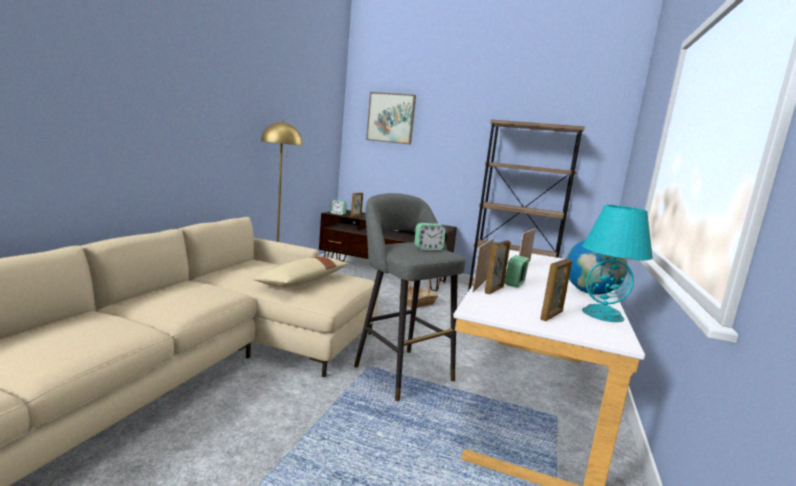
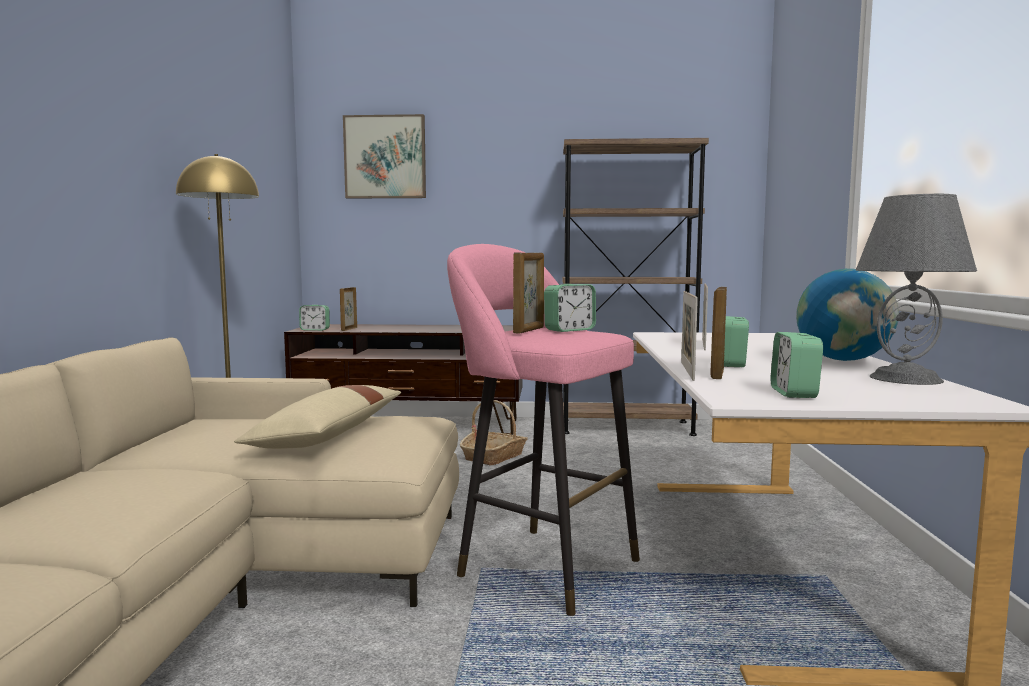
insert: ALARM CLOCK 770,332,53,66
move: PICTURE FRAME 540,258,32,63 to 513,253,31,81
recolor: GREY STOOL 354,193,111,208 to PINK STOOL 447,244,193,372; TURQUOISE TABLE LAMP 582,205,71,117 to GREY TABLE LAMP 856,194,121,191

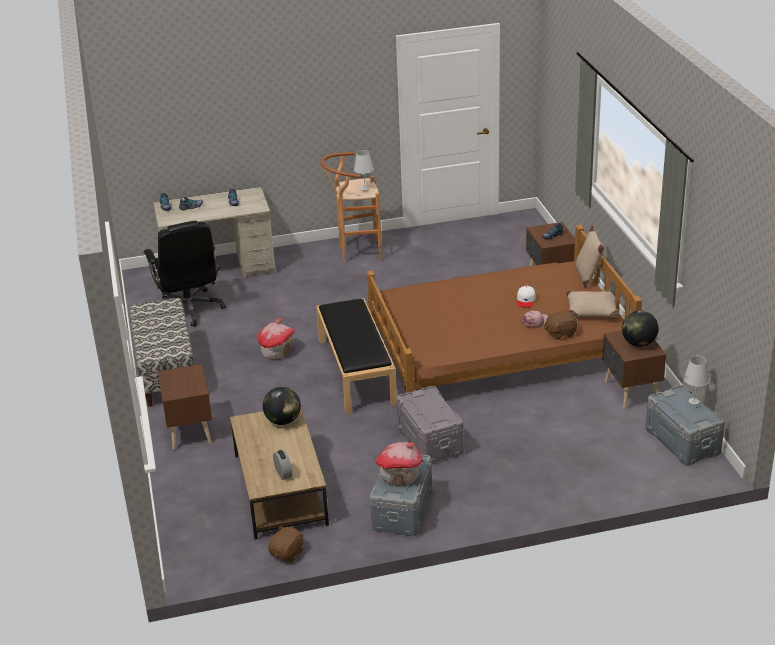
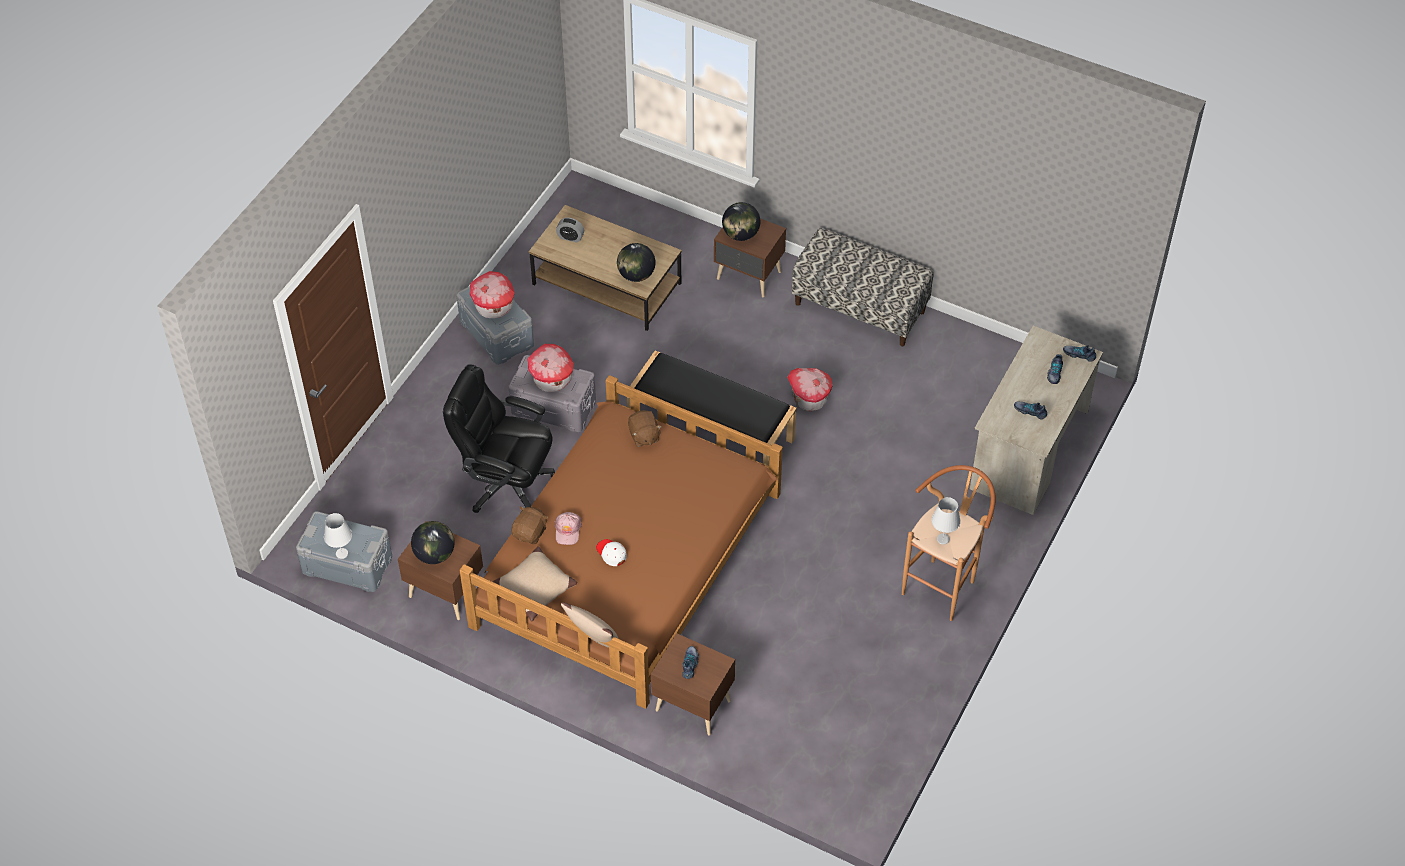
insert: TOY HOUSE 527,344,47,48; GLOBE 722,202,38,39
move: BLACK OFFICE CHAIR 144,221,82,106 to 443,364,112,149; BROWN PLUSH TOY 268,526,36,36 to 628,410,34,37

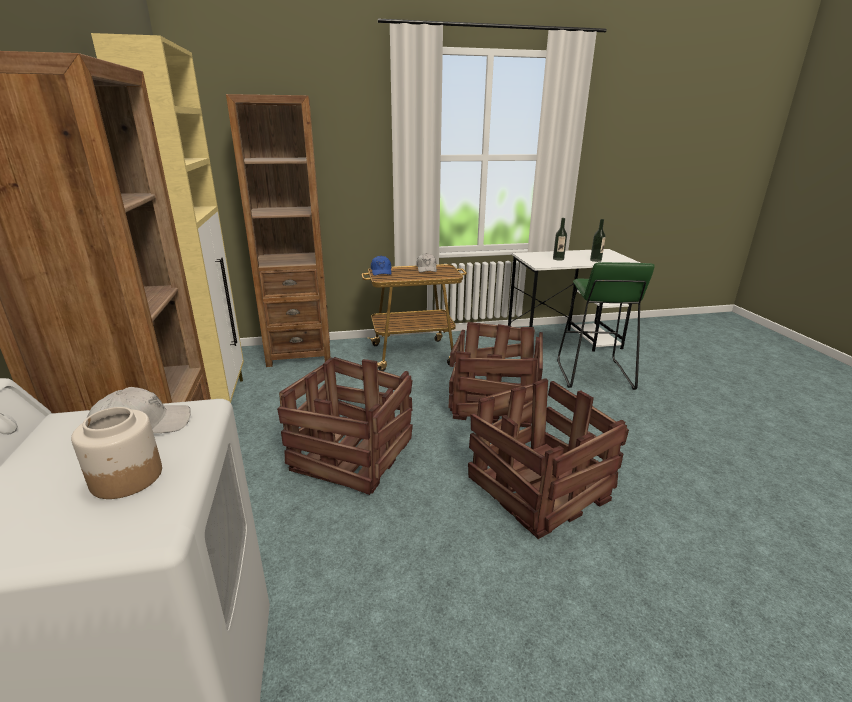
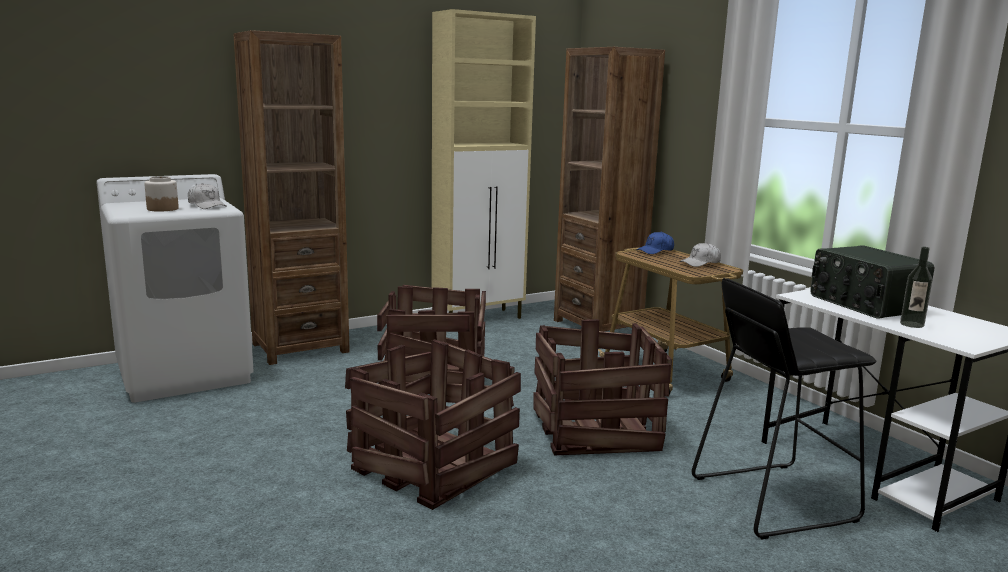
replace: BOTTLE 553,218,14,42 to RADIO 810,245,124,74
recolor: GREEN STOOL 557,262,97,128 to BLACK STOOL 692,278,184,261

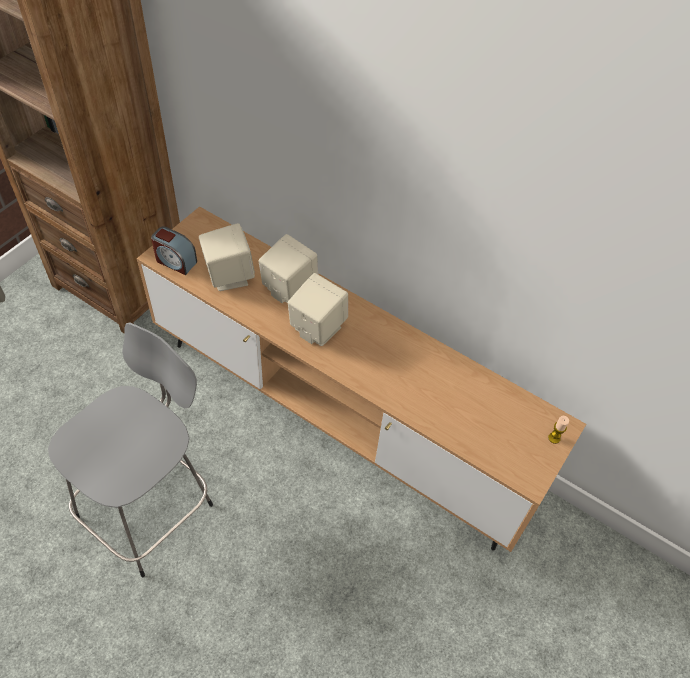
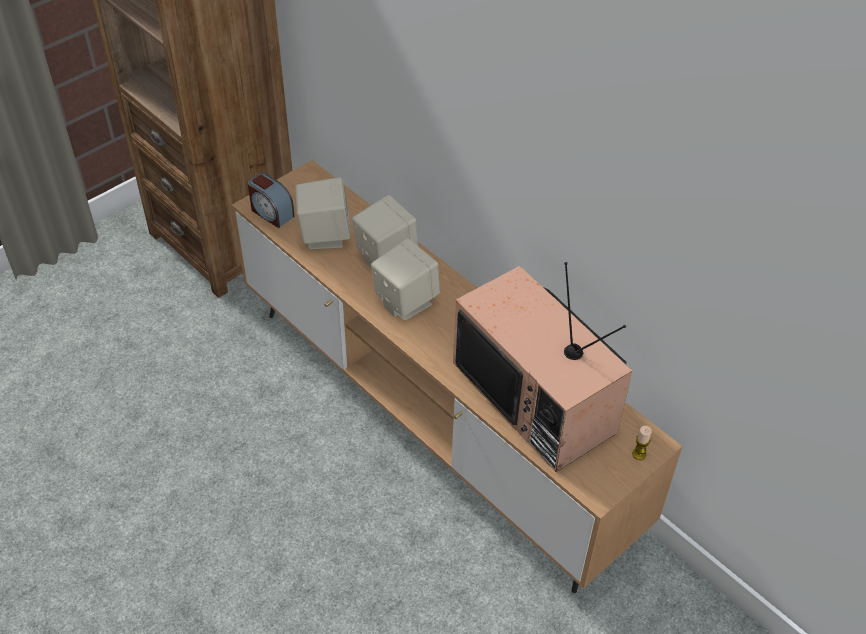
delete: GREY STOOL 48,322,165,255
insert: TELEVISION 453,262,179,210

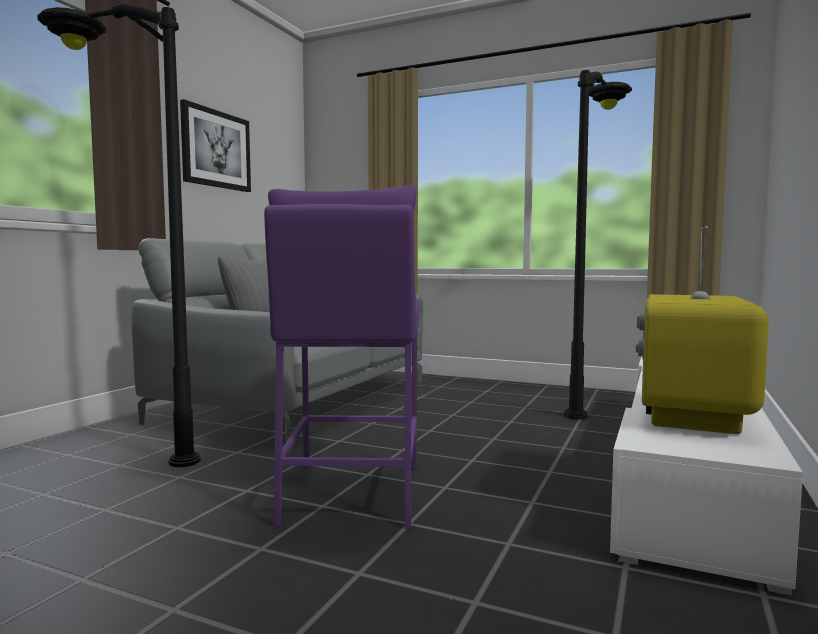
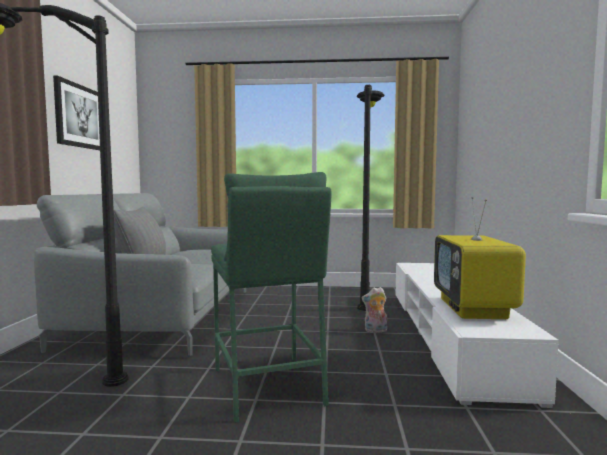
insert: PLUSH TOY 361,287,26,46
recolor: PURPLE STOOL 264,185,156,343 to GREEN STOOL 211,172,121,251

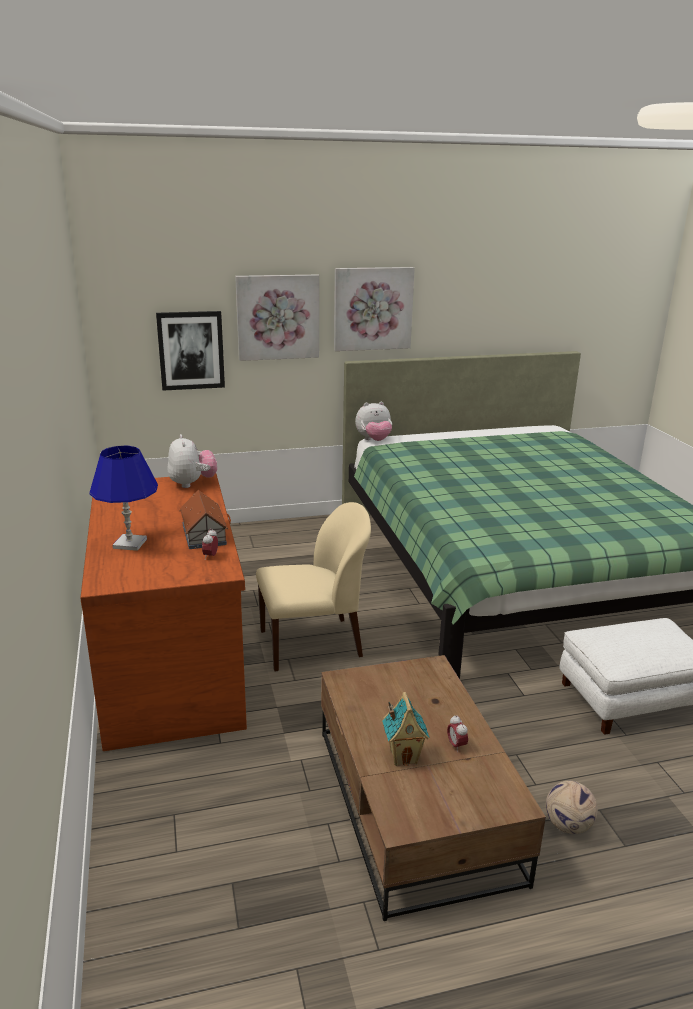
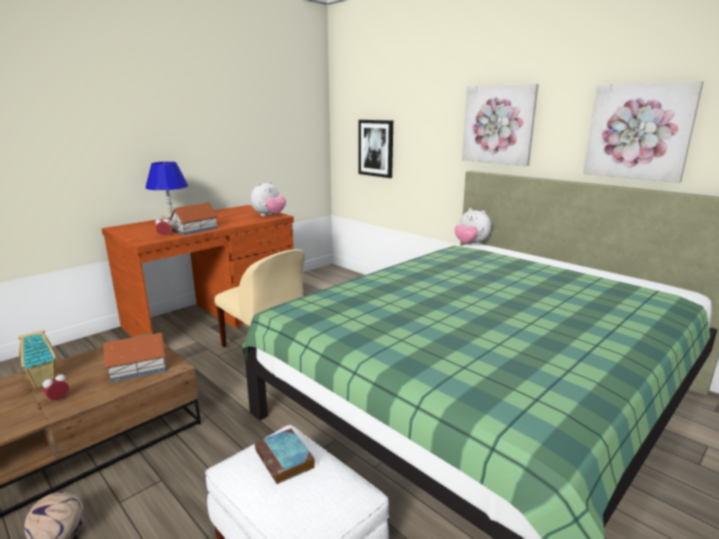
insert: TOY HOUSE 103,333,64,50; BOOK 255,428,60,56
move: PICTURE 235,275,84,86 to 583,81,120,102

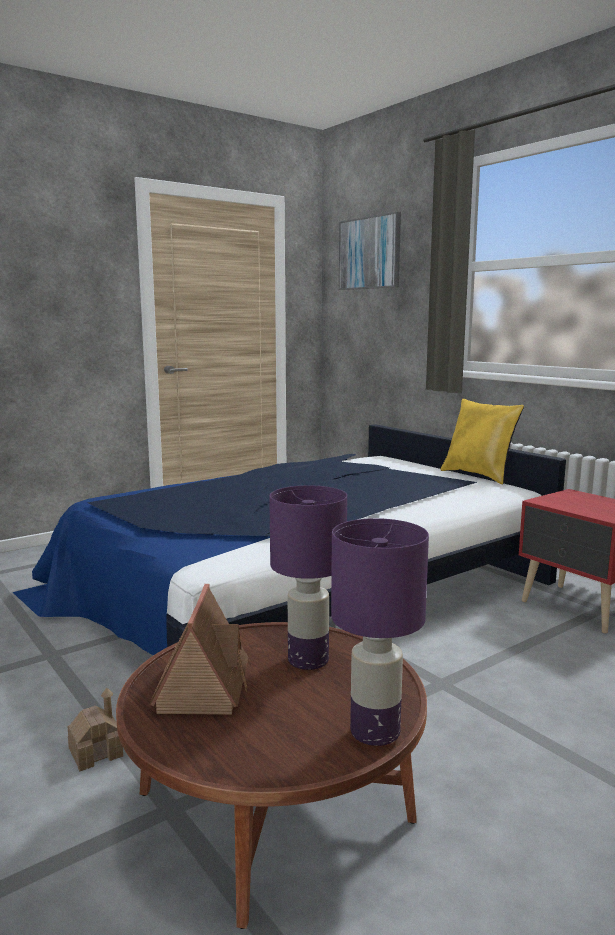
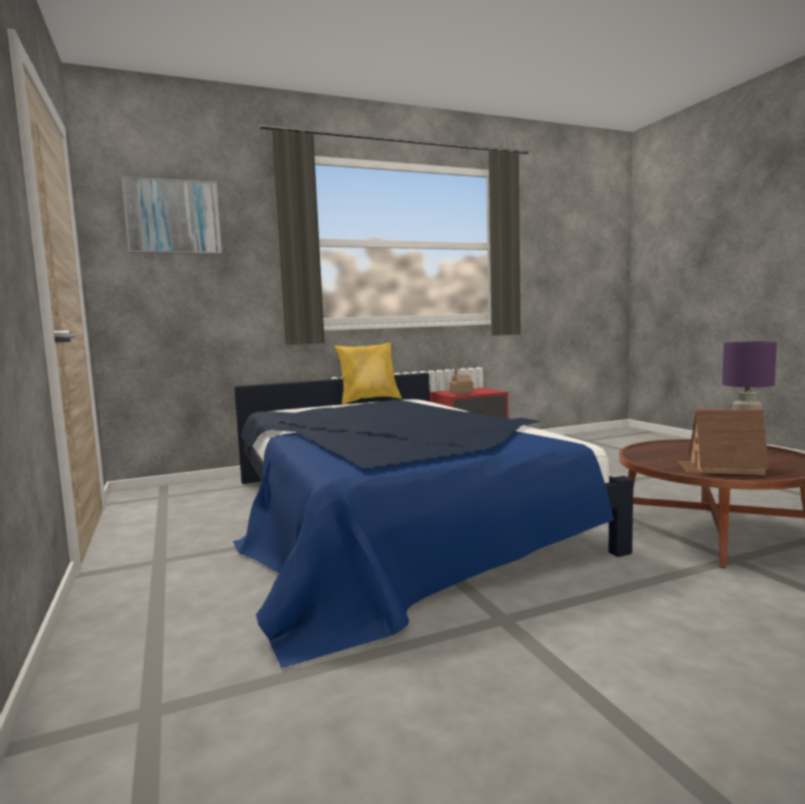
delete: PURPLE TABLE LAMP 269,485,78,185
move: TOY HOUSE 68,688,55,83 to 449,366,25,29

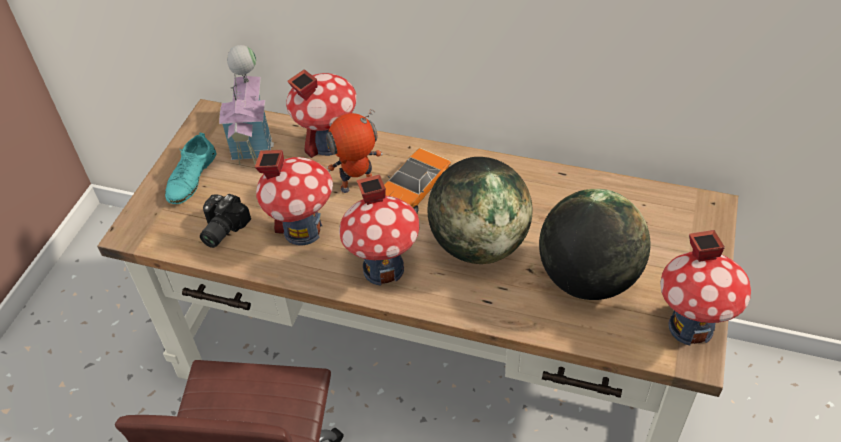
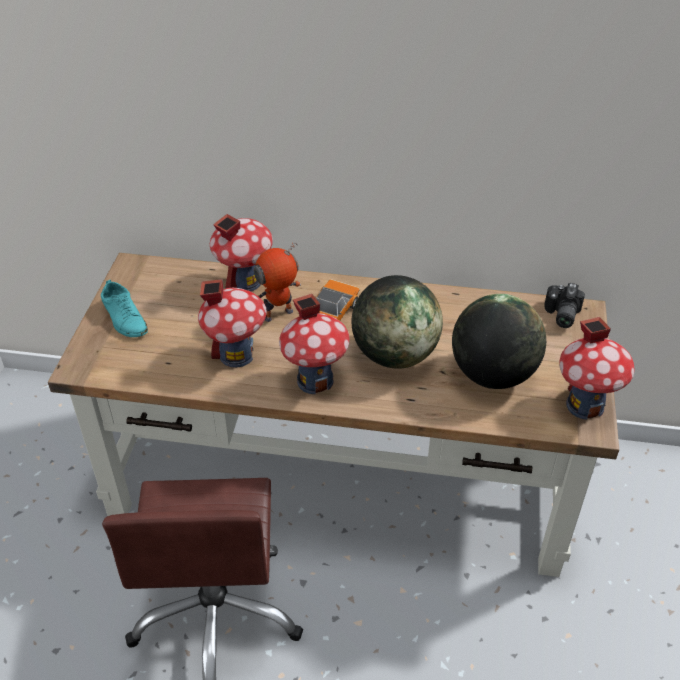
delete: TOY HOUSE 219,45,55,120
move: PHOTO CAMERA 200,194,51,54 to 544,283,41,45
rotate: TURQUOISE SHOE 165,132,52,72 = 101,279,47,58 45 degrees counterclockwise

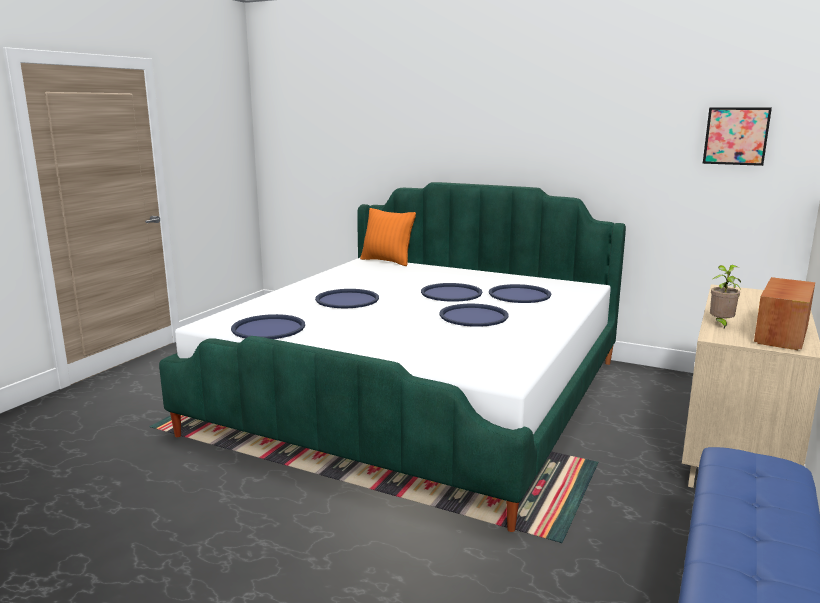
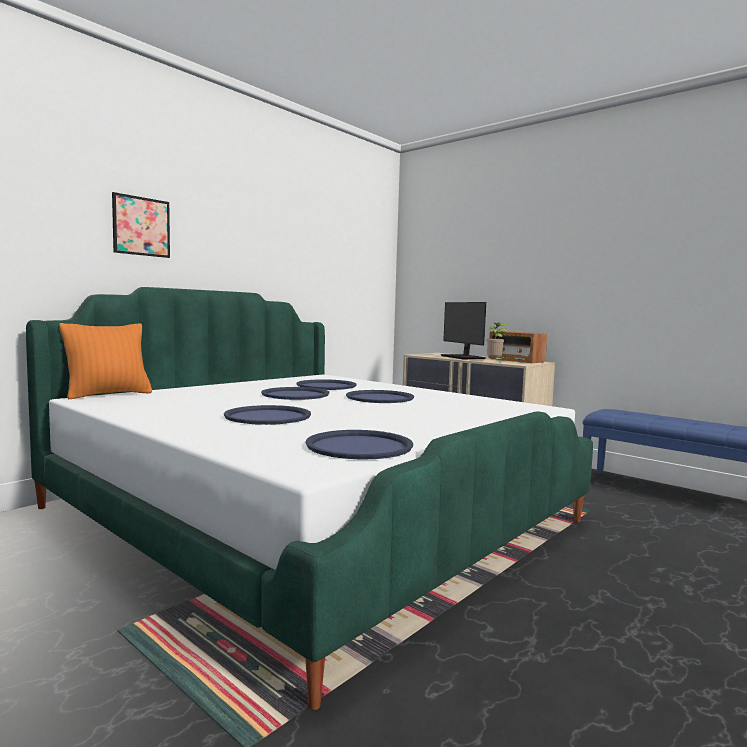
insert: MONITOR 441,302,45,57
move: PICTURE 703,107,69,59 to 112,192,58,66

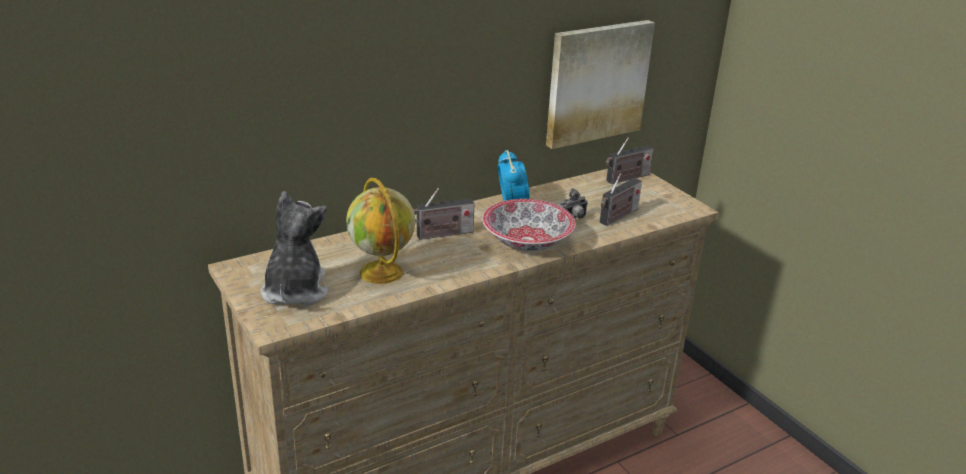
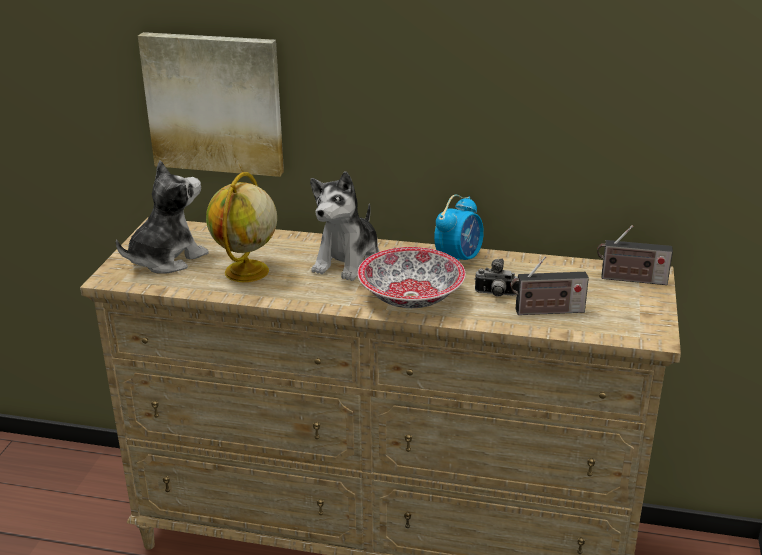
move: PICTURE 546,20,109,129 to 138,32,146,145
replace: RADIO 414,188,60,52 to PLUSH TOY 310,171,70,110

